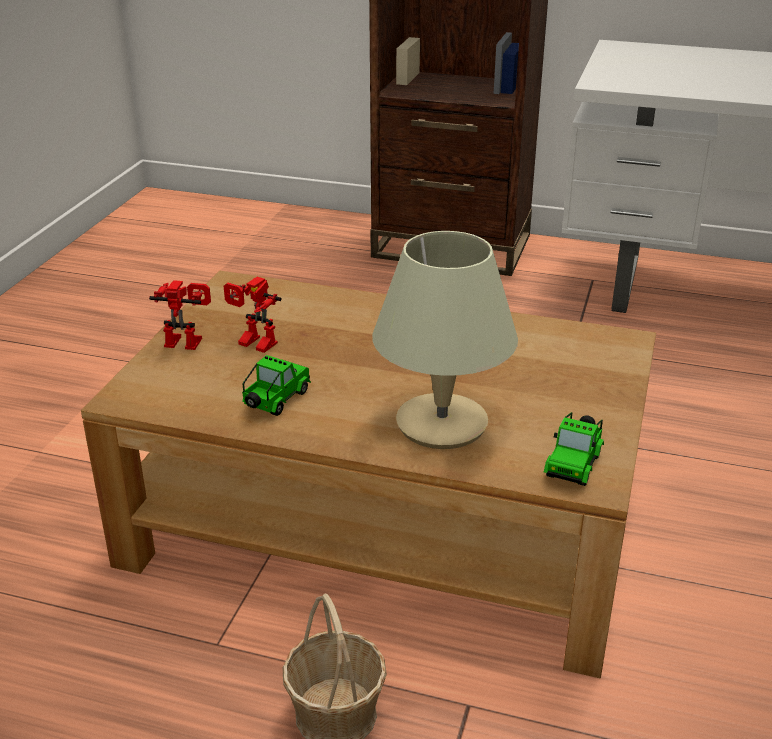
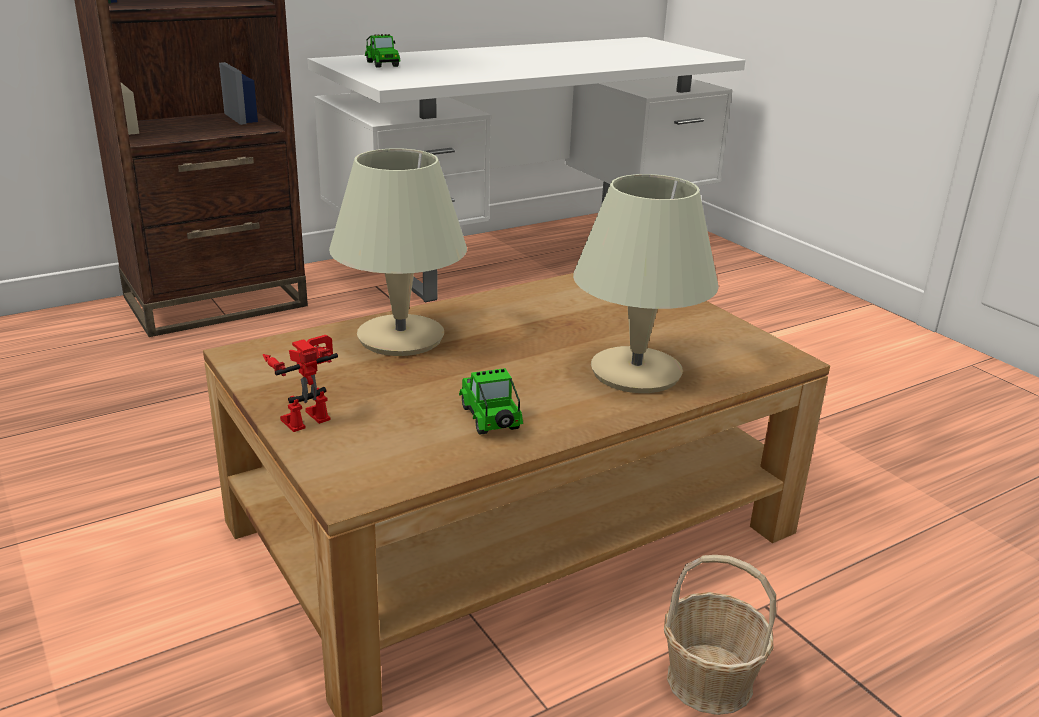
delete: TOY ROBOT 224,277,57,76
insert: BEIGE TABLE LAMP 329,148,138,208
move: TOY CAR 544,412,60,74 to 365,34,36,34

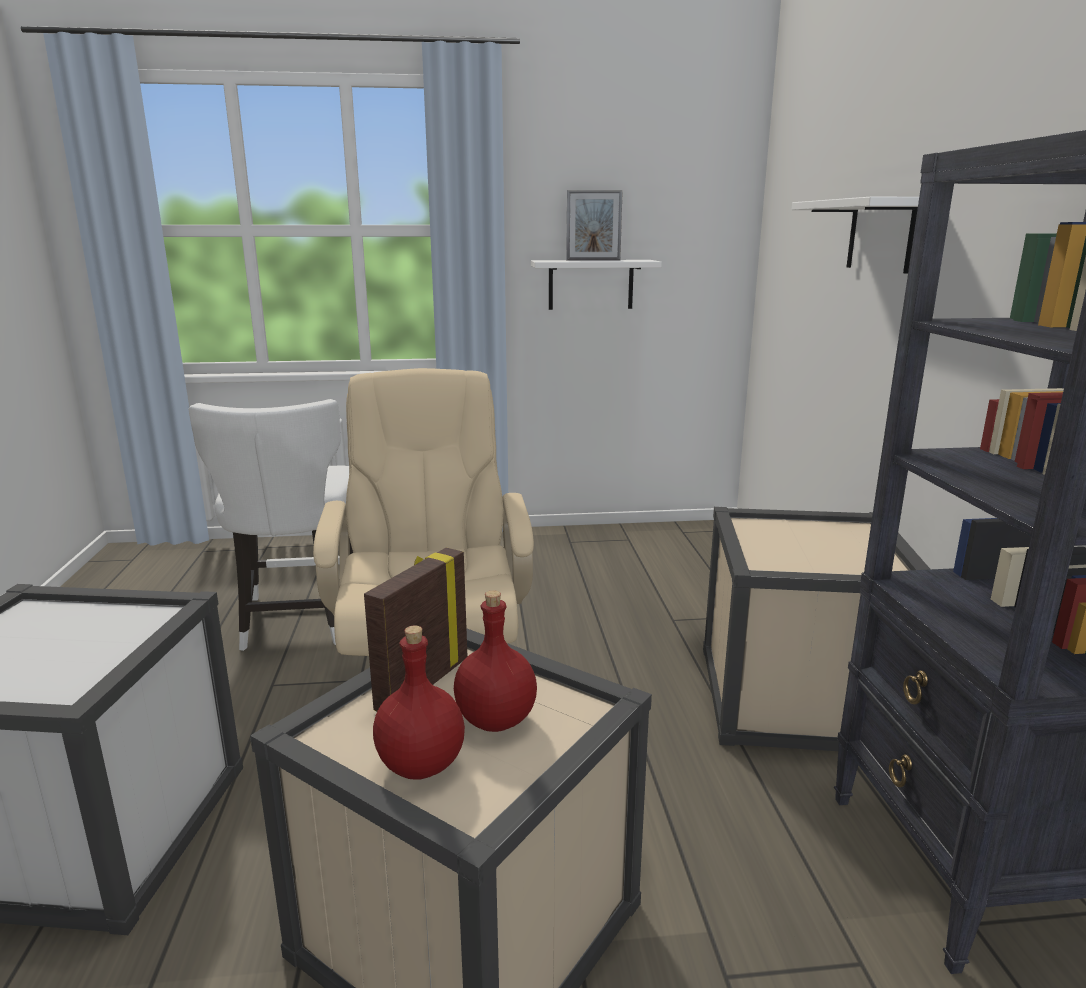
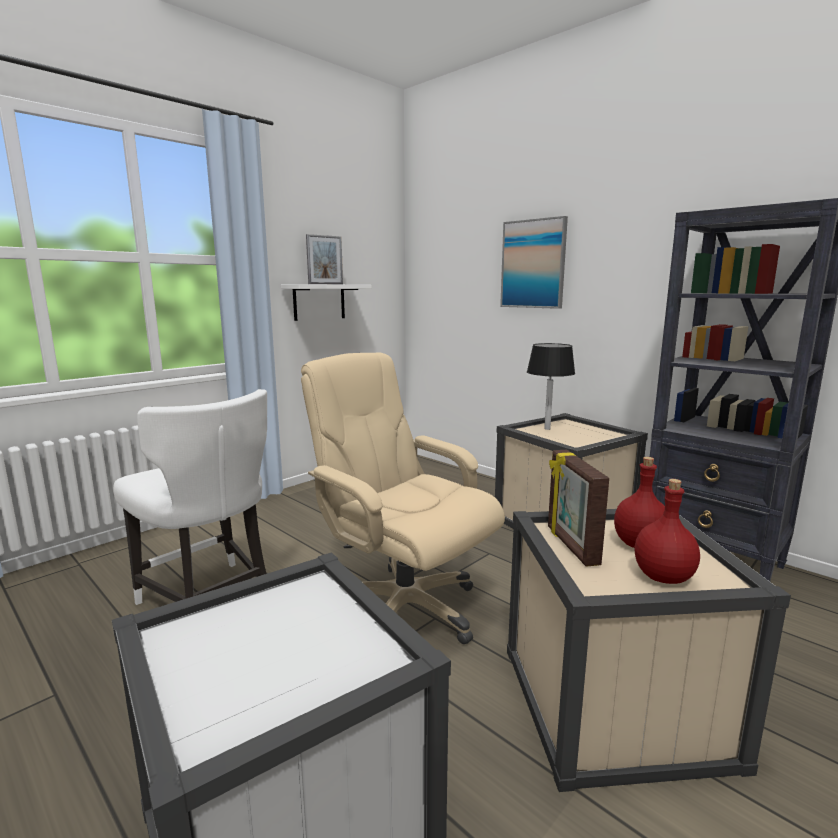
insert: BLACK TABLE LAMP 527,343,48,87
replace: WHITE SHELF 792,197,127,77 to PICTURE 500,216,68,93

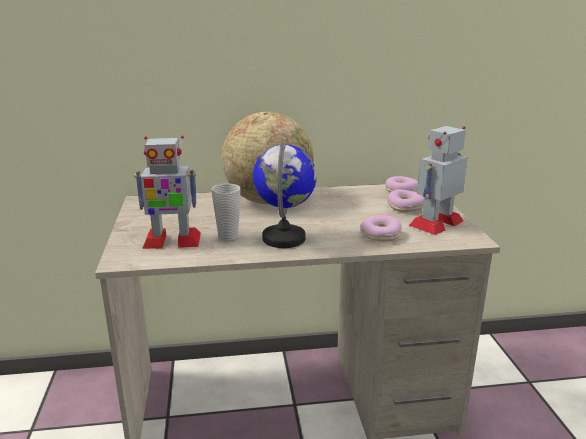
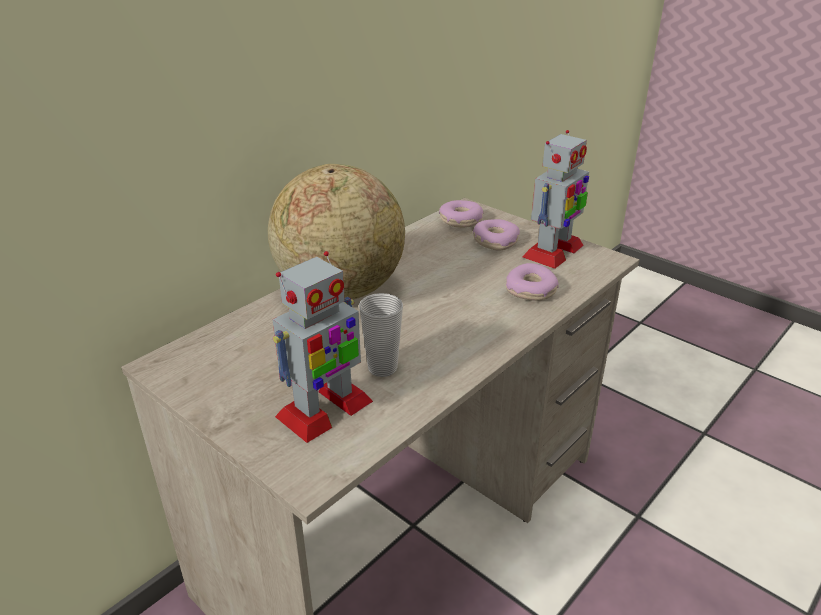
delete: GLOBE 253,141,64,107
rotate: TOY ROBOT 409,126,59,109 = 522,130,67,139 150 degrees counterclockwise

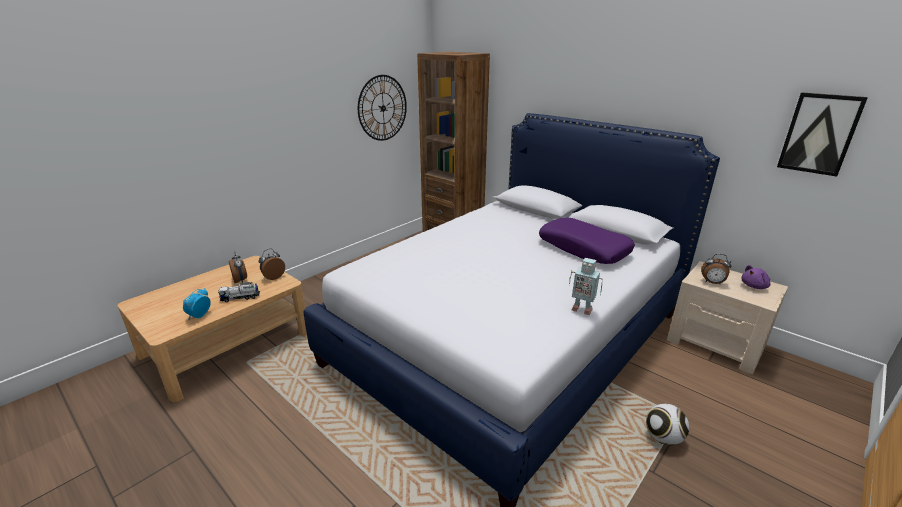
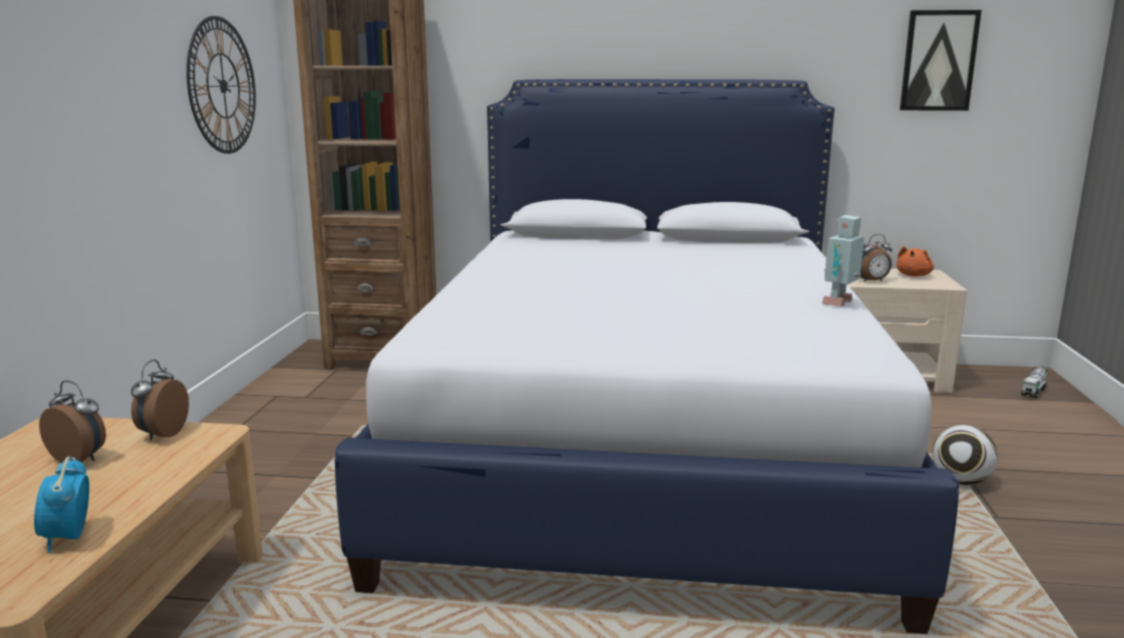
delete: PURPLE PILLOW 539,218,96,46
move: TOY TRUCK 218,282,42,20 to 1021,366,27,32
recolor: PURPLE PLUSH TOY 742,265,29,24 to ORANGE PLUSH TOY 896,246,38,31
rotate: TOY ROBOT 569,258,34,57 = 822,215,42,91 135 degrees clockwise

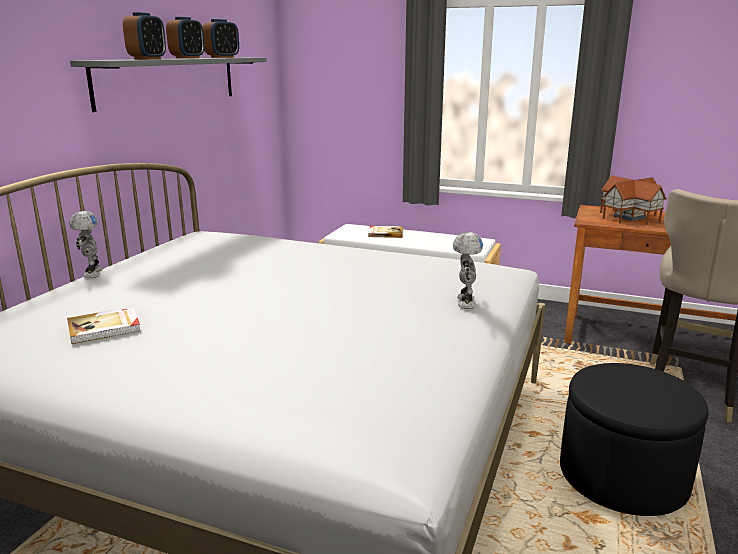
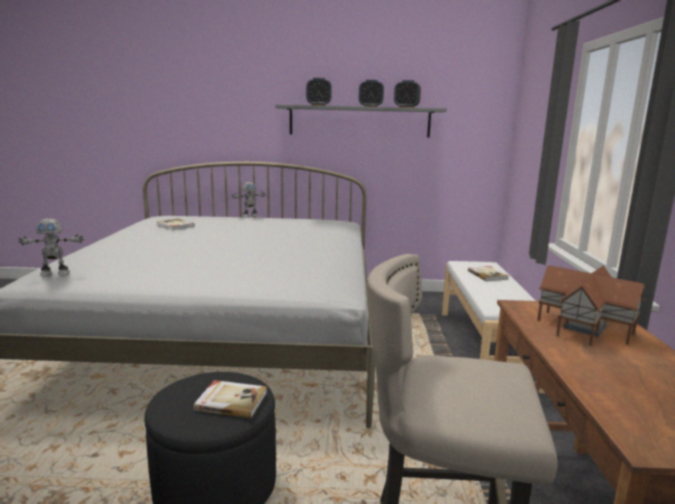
insert: BOOK 193,380,74,38
move: TOY ROBOT 453,232,30,77 to 18,218,66,58

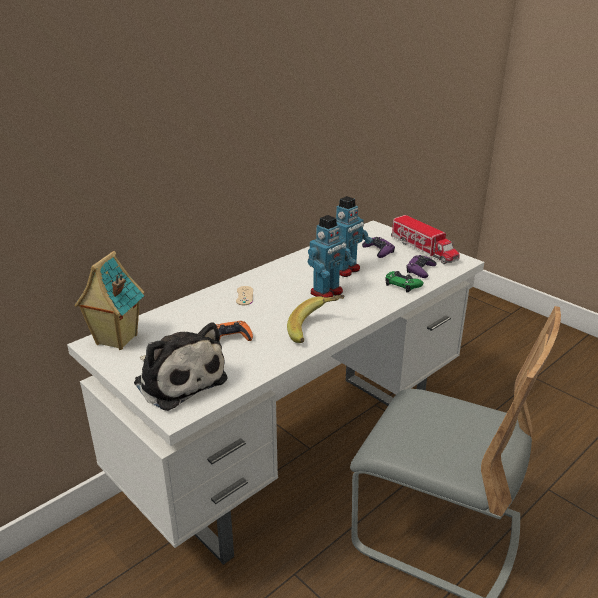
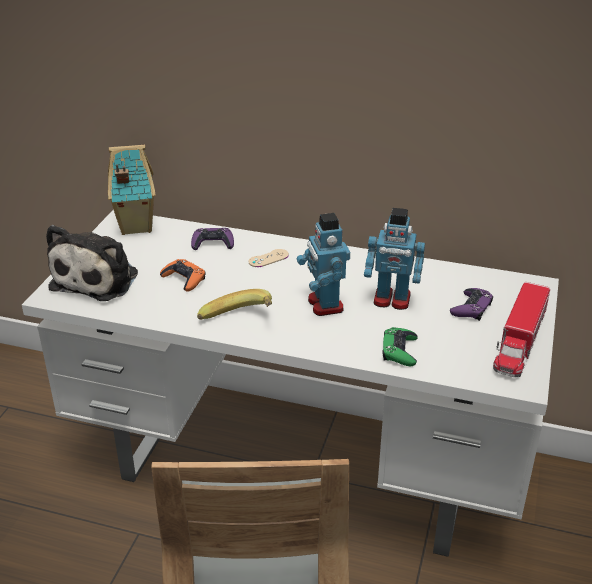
move: PURPLE GAME CONTROLLER 407,255,30,23 to 191,228,43,22
rotate: TOY ROBOT 308,215,48,83 = 297,213,53,103 60 degrees clockwise

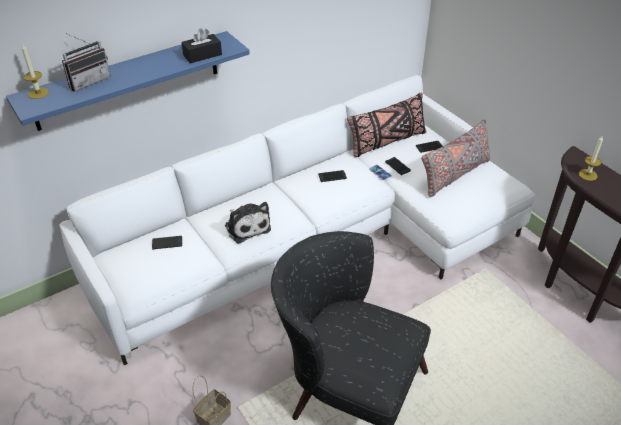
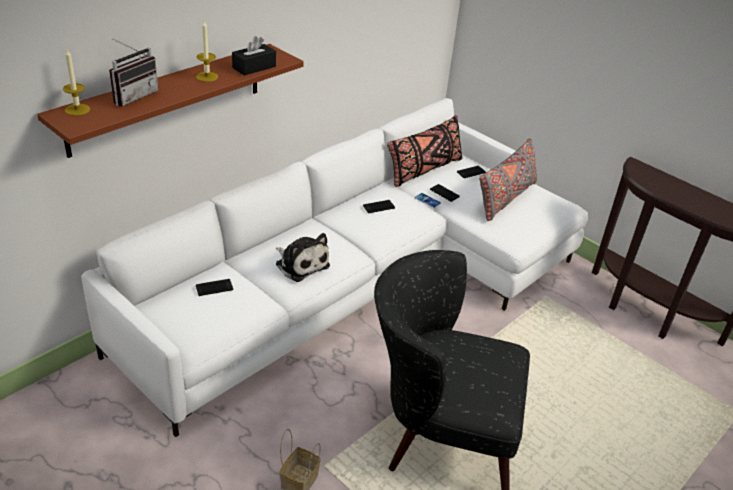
move: CANDLE 579,136,24,45 to 196,21,22,61
recolor: BLUE SHELF 6,31,244,100 to BROWN SHELF 37,44,267,114

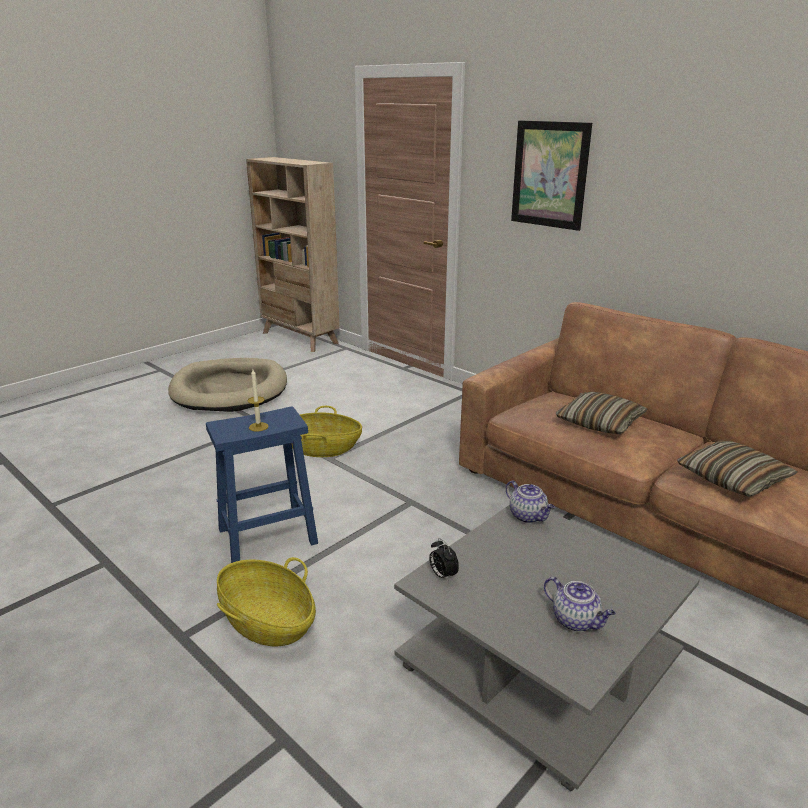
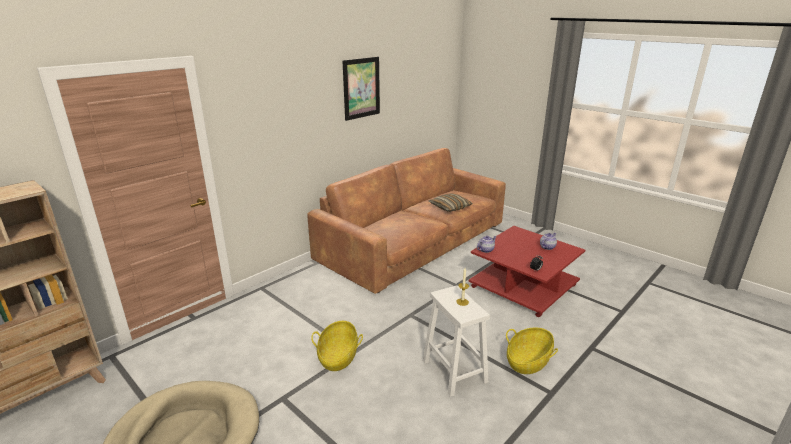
delete: PILLOW 556,392,92,42
move: PICTURE 511,120,81,111 to 342,57,38,64
recolor: BLUE STOOL 206,406,112,157 to WHITE STOOL 423,285,67,112; GREY COFFEE TABLE 394,505,306,286 to RED COFFEE TABLE 469,226,116,91

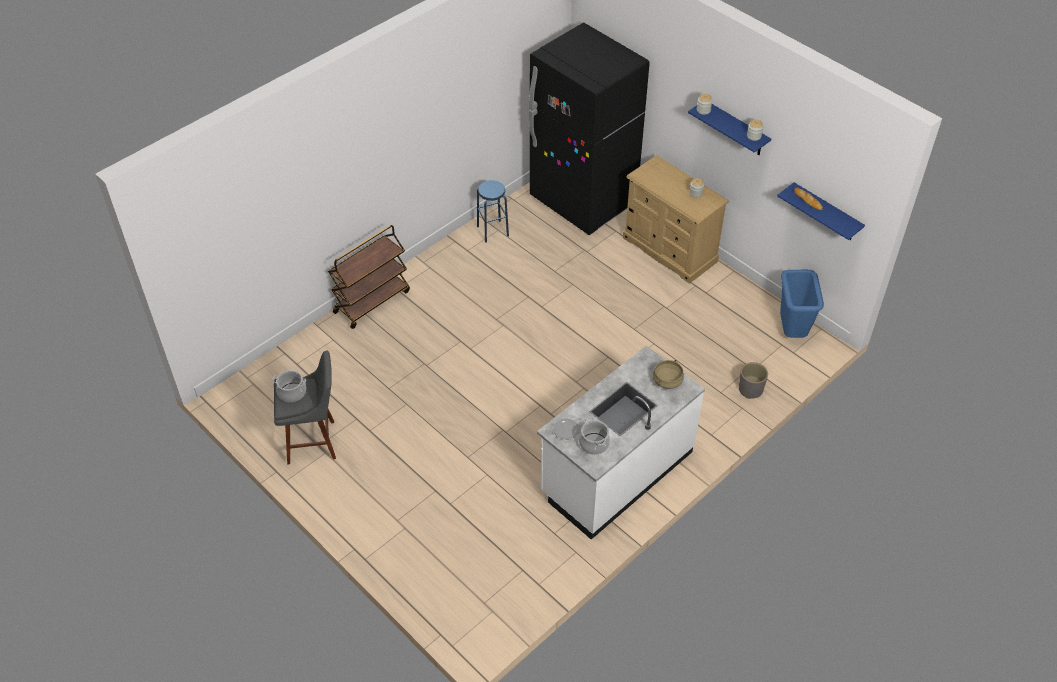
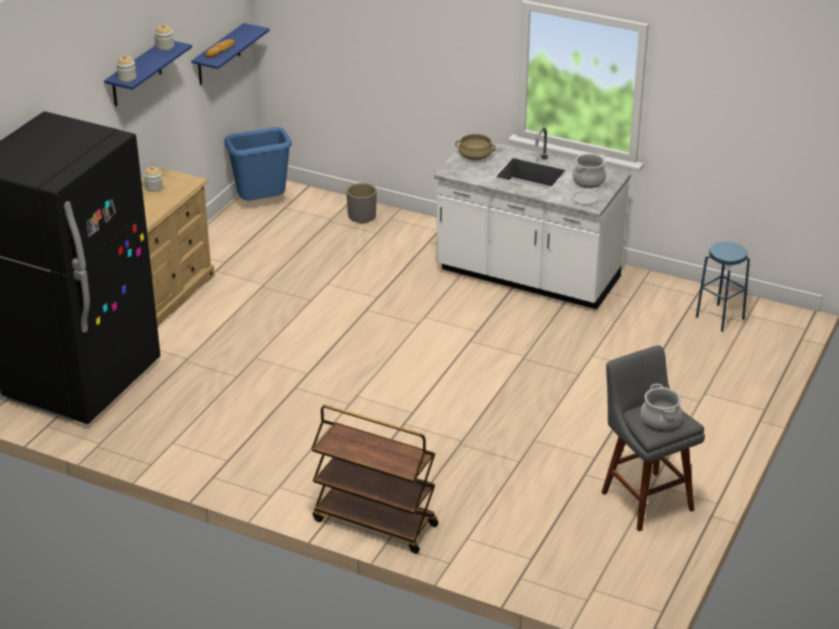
move: BLUE STOOL 477,180,32,63 to 696,241,54,91

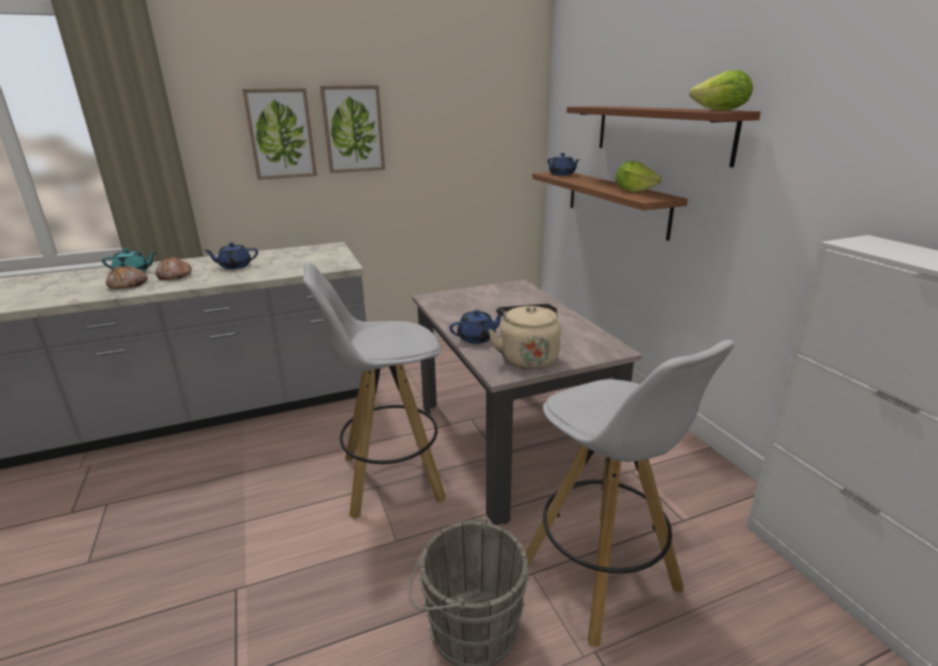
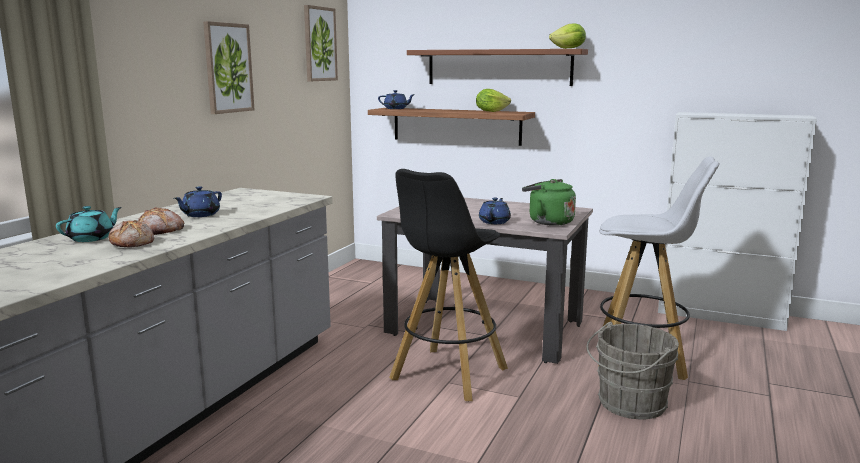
move: PICTURE 242,88,75,92 to 304,5,34,76
recolor: WHITE STOOL 303,263,143,256 to BLACK STOOL 389,169,119,232; BEIGE KETTLE 488,304,73,65 to GREEN KETTLE 522,179,54,47

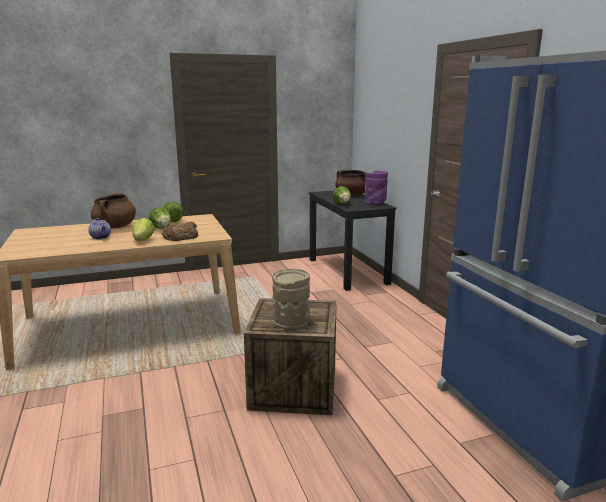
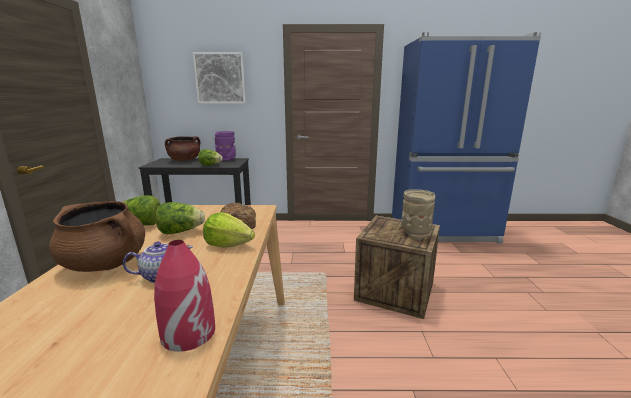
insert: RED VASE 154,240,61,112; PICTURE 193,52,53,52

